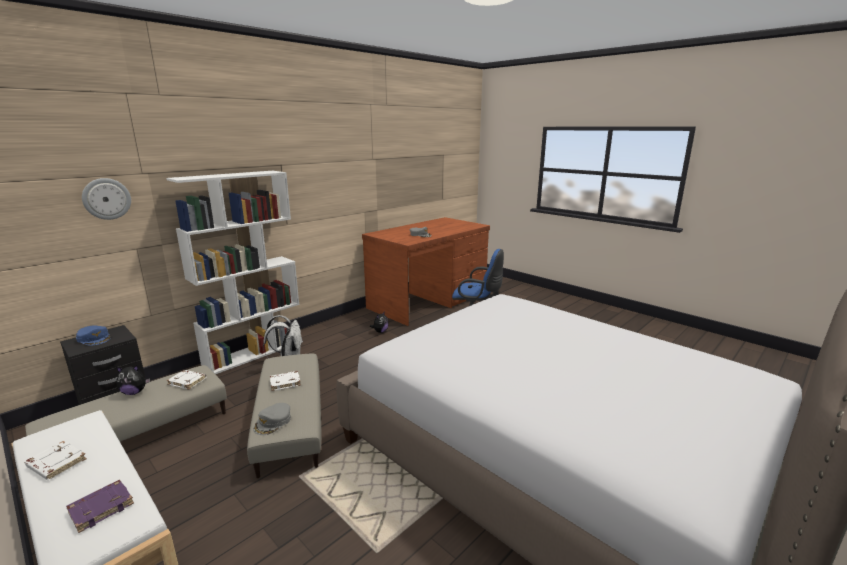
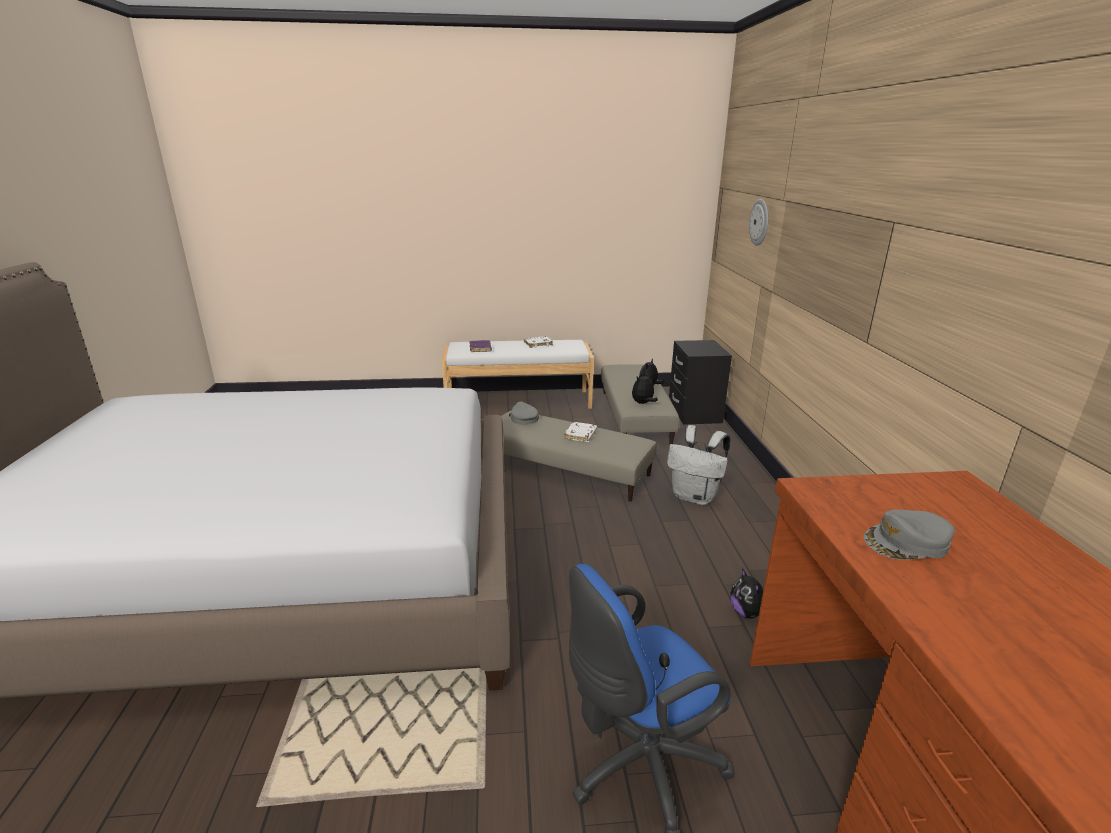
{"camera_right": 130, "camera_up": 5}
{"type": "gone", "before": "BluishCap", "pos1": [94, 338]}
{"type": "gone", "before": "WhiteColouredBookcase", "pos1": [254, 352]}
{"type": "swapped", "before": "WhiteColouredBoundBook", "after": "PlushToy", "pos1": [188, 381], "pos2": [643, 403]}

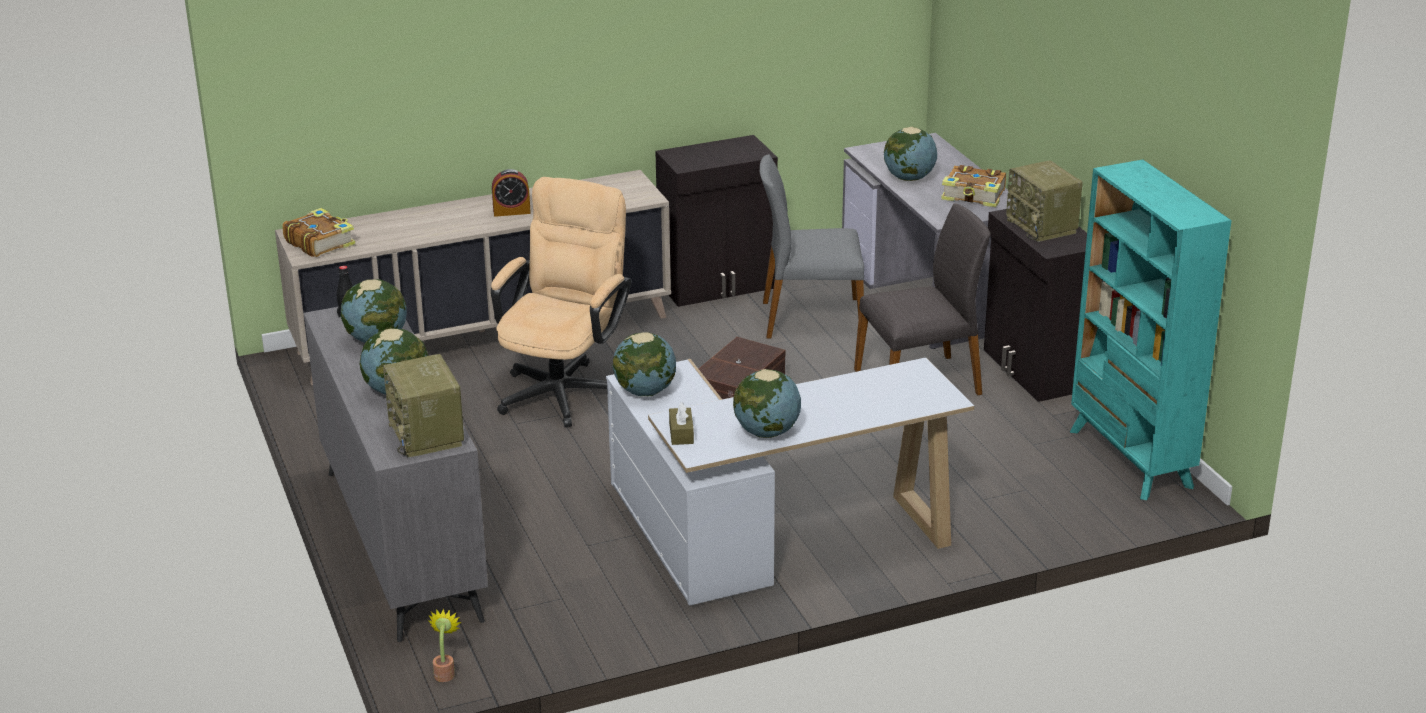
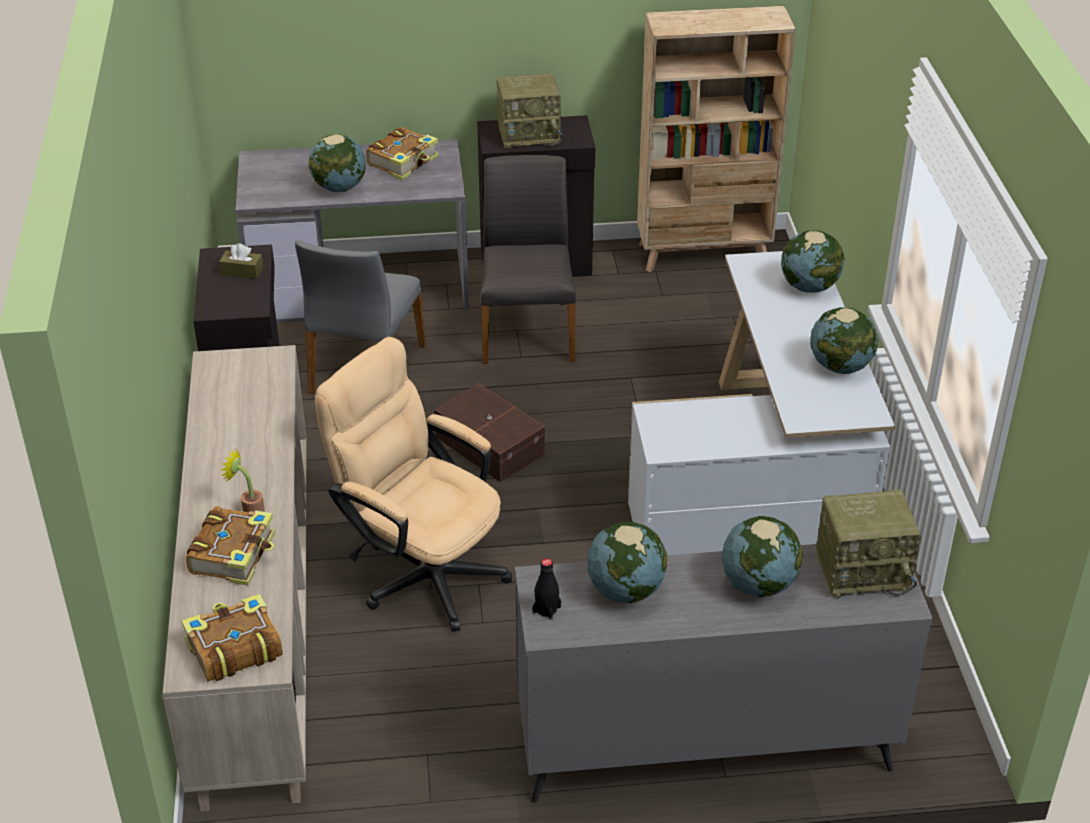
{"camera_right": -75, "camera_up": 10}
{"type": "gone", "before": "TableClock", "pos1": [511, 211]}
{"type": "new", "after": "BoundBook", "pos2": [234, 554]}
{"type": "shifted", "before": "PlantInAPot", "pos1": [445, 672], "pos2": [249, 510]}
{"type": "shifted", "before": "Globe", "pos1": [645, 392], "pos2": [809, 287]}
{"type": "shifted", "before": "BrownColouredTissueHolder", "pos1": [681, 433], "pos2": [242, 271]}
{"type": "repainted", "before": "TurquoiseColouredBookcase", "after": "BeigeColouredBookcase", "pos1": [1130, 459], "pos2": [704, 254]}

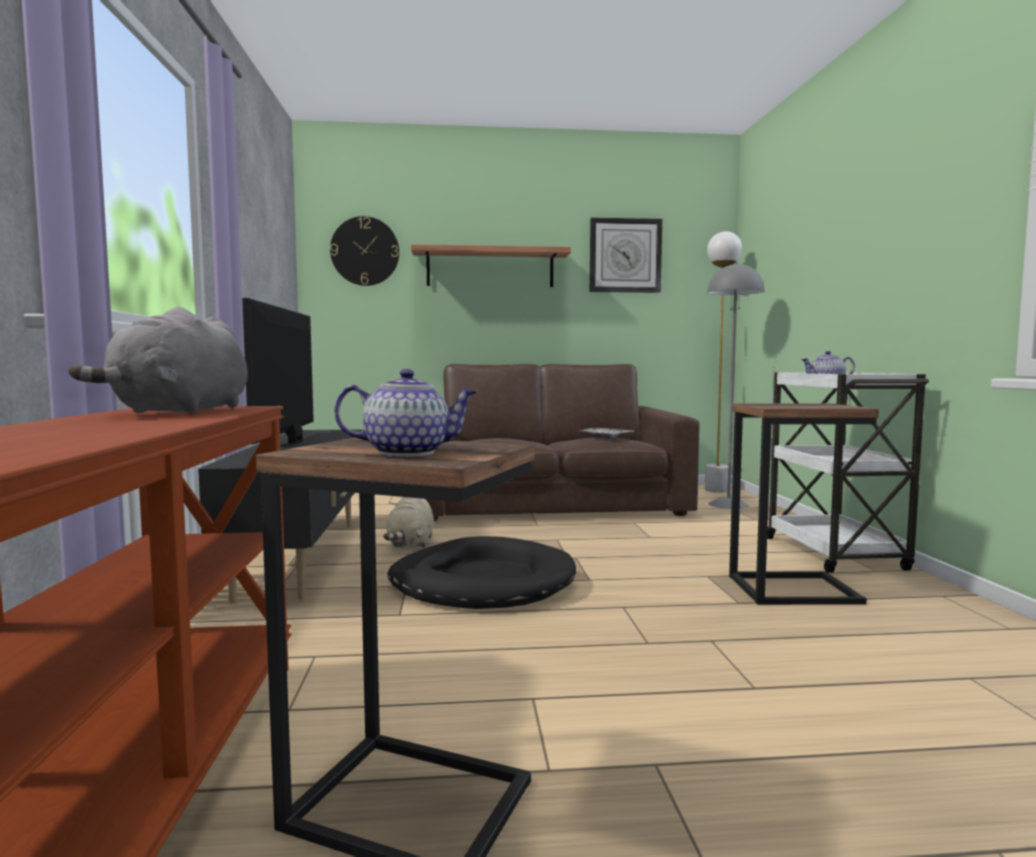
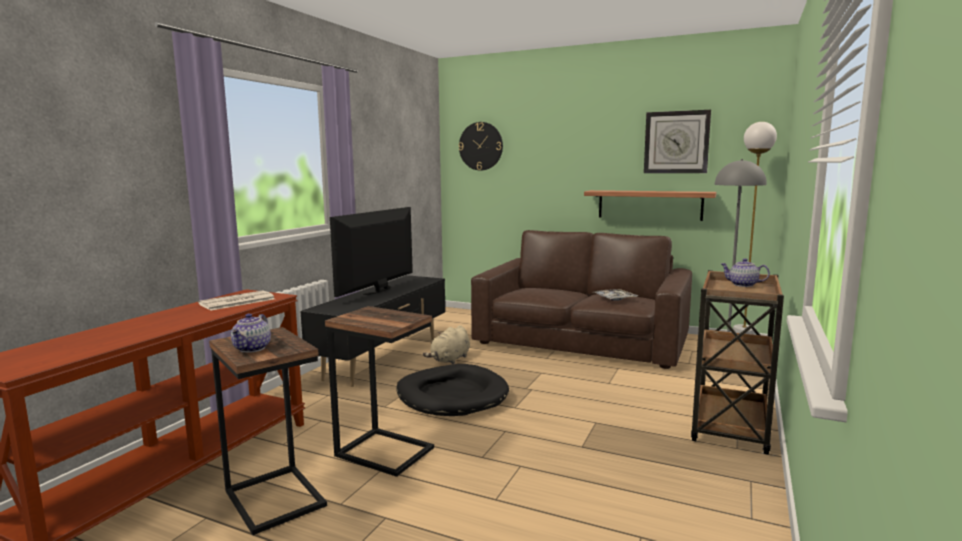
{"camera_right": 30, "camera_up": 5}
{"type": "shifted", "before": "Shelf", "pos1": [490, 268], "pos2": [649, 205]}
{"type": "shifted", "before": "AccentTable", "pos1": [791, 589], "pos2": [385, 451]}
{"type": "swapped", "before": "GreyPlushToy", "after": "PrintedPaper", "pos1": [181, 412], "pos2": [236, 302]}
{"type": "repainted", "before": "WhiteColouredCart", "after": "BrownColouredCart", "pos1": [835, 554], "pos2": [730, 427]}
{"type": "rotated", "before": "Teapot", "pos1": [408, 452], "pos2": [252, 349], "turn": 75}

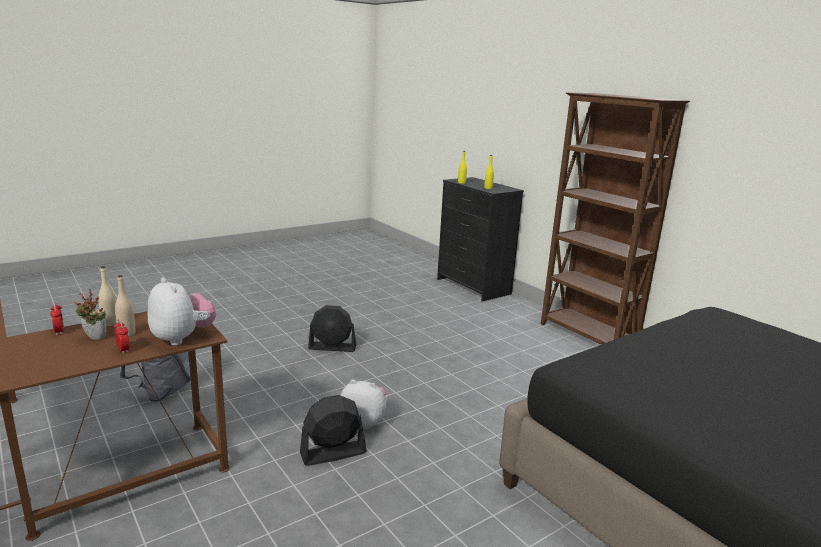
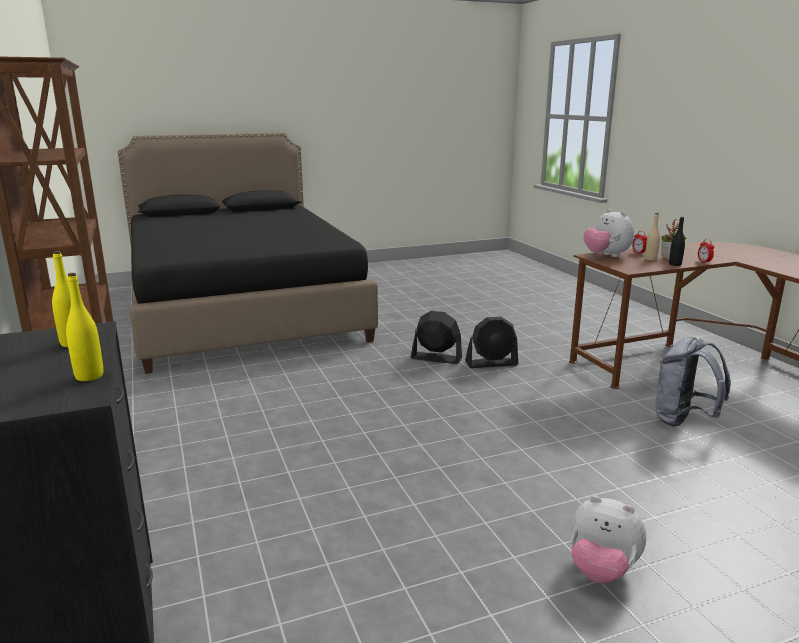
{"camera_right": -165, "camera_up": 0}
{"type": "shifted", "before": "BlackColouredCoolingFan", "pos1": [332, 347], "pos2": [436, 358]}
{"type": "shifted", "before": "PlushToy", "pos1": [364, 421], "pos2": [601, 571]}
{"type": "repainted", "before": "BeigeColouredDrinkBottle", "after": "BlackColouredDrinkBottle", "pos1": [110, 323], "pos2": [675, 264]}

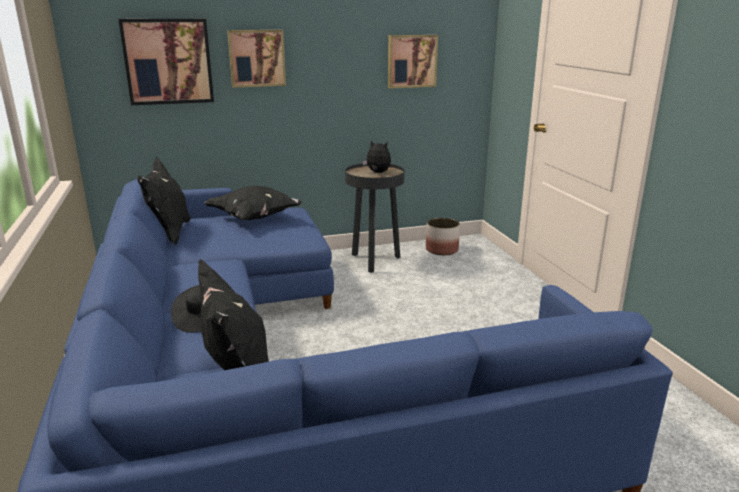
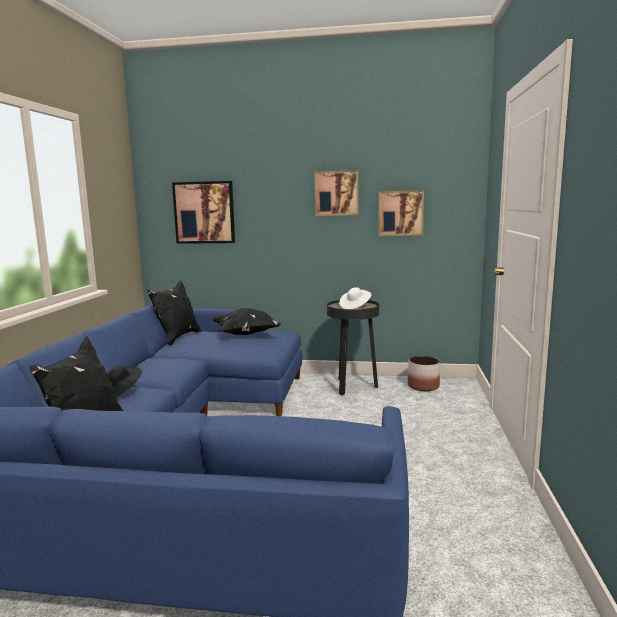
{"camera_right": 25, "camera_up": -10}
{"type": "shifted", "before": "WallArt", "pos1": [257, 58], "pos2": [336, 193]}
{"type": "swapped", "before": "PlushToy", "after": "WhiteColouredClothingHat", "pos1": [377, 173], "pos2": [355, 306]}

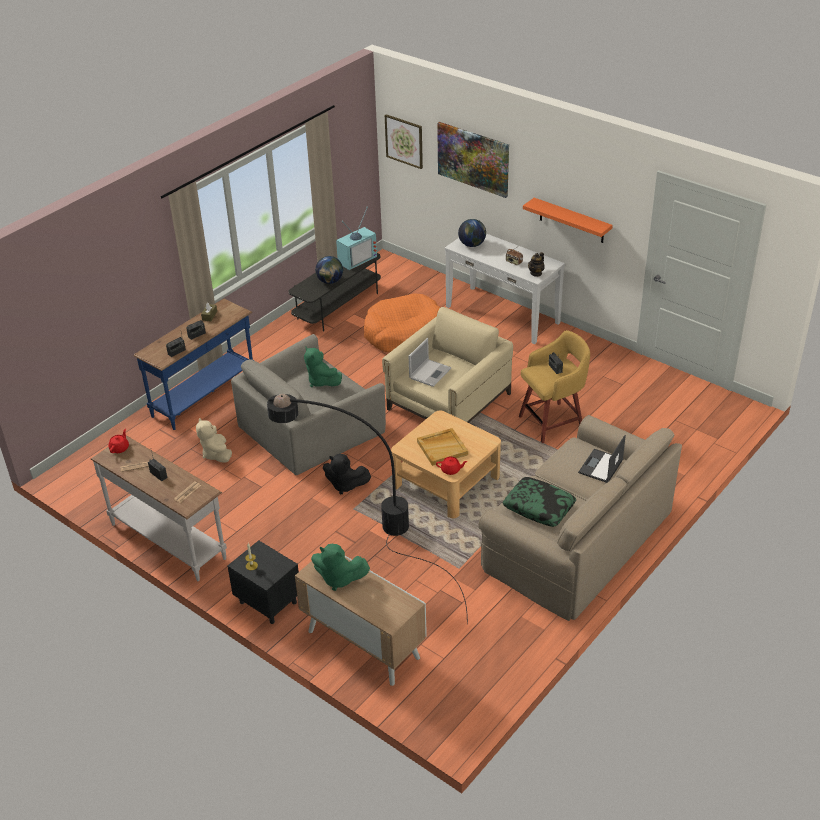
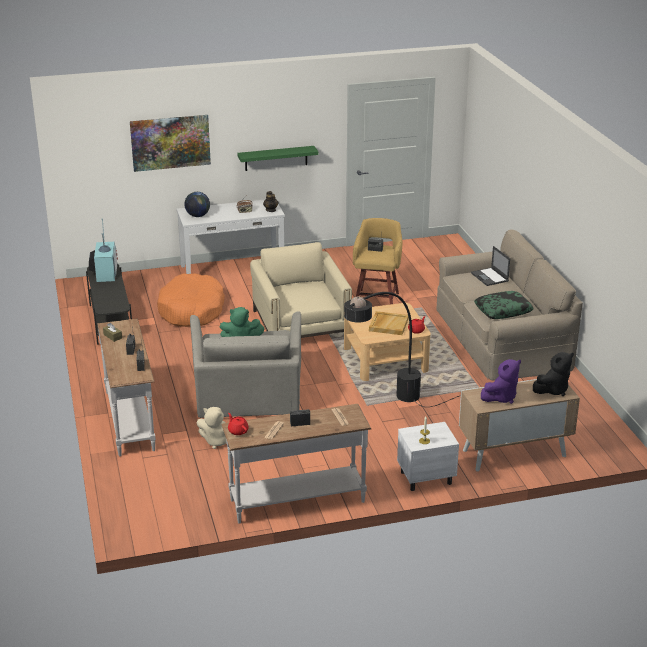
{"camera_right": -55, "camera_up": -10}
{"type": "gone", "before": "Globe", "pos1": [330, 281]}
{"type": "gone", "before": "WallArt", "pos1": [404, 141]}
{"type": "gone", "before": "NotebookComputer", "pos1": [430, 373]}
{"type": "shifted", "before": "BlackColouredPlushToy", "pos1": [345, 485], "pos2": [552, 390]}
{"type": "repainted", "before": "BluishConsoleTable", "after": "WhiteColouredConsoleTable", "pos1": [205, 395], "pos2": [131, 420]}
{"type": "repainted", "before": "BlackColouredNightTable", "after": "WhiteColouredNightTable", "pos1": [267, 602], "pos2": [425, 478]}
{"type": "repainted", "before": "GreenPlushToy", "after": "PurplishPlushToy", "pos1": [339, 578], "pos2": [501, 397]}
{"type": "repainted", "before": "OrangeyShelf", "after": "GreenShelf", "pos1": [571, 221], "pos2": [276, 158]}

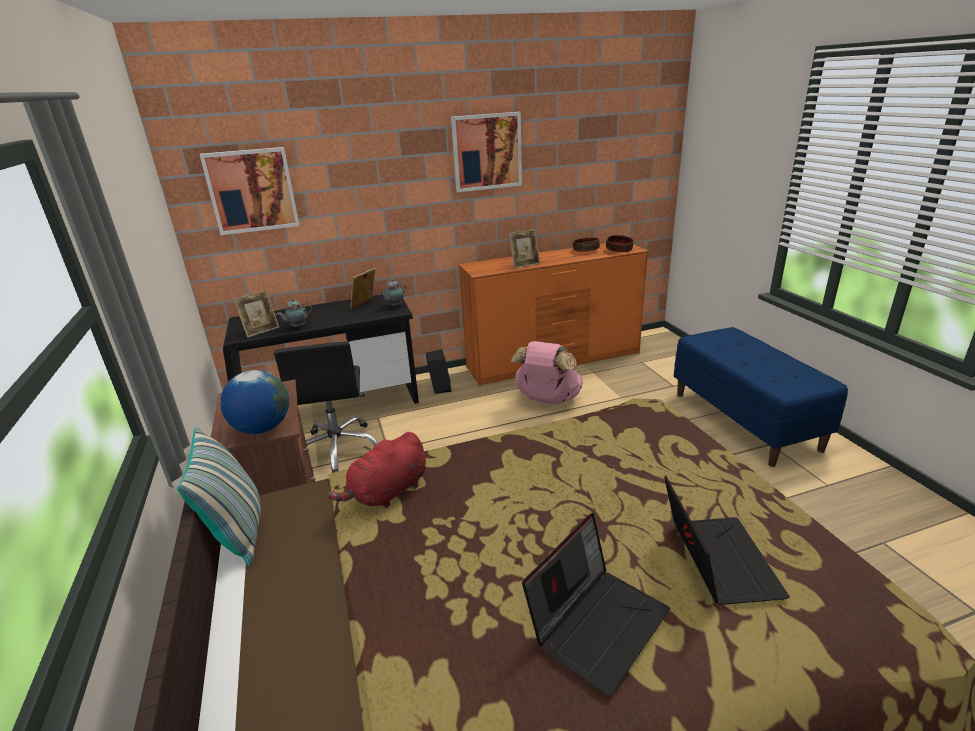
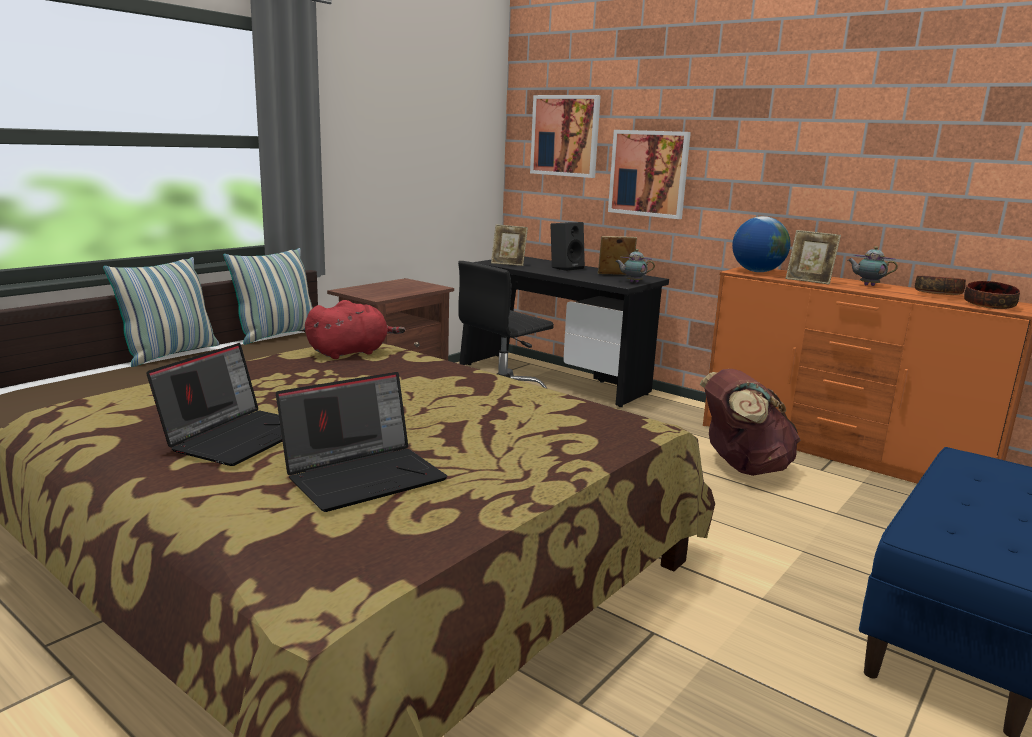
{"camera_right": 55, "camera_up": -10}
{"type": "new", "after": "ThrowPillow", "pos2": [170, 354]}
{"type": "shifted", "before": "Globe", "pos1": [262, 428], "pos2": [757, 271]}
{"type": "shifted", "before": "Teapot", "pos1": [297, 327], "pos2": [867, 285]}
{"type": "shifted", "before": "BlackColouredSpeaker", "pos1": [439, 388], "pos2": [566, 268]}
{"type": "shifted", "before": "WallArt", "pos1": [487, 152], "pos2": [648, 173]}
{"type": "repainted", "before": "PinkishRucksack", "after": "BrownColouredRucksack", "pos1": [547, 399], "pos2": [742, 467]}
{"type": "rotated", "before": "ReddishPlushToy", "pos1": [387, 493], "pos2": [351, 352], "turn": 135}
{"type": "rotated", "before": "NotebookComputer", "pos1": [597, 622], "pos2": [238, 436], "turn": -75}

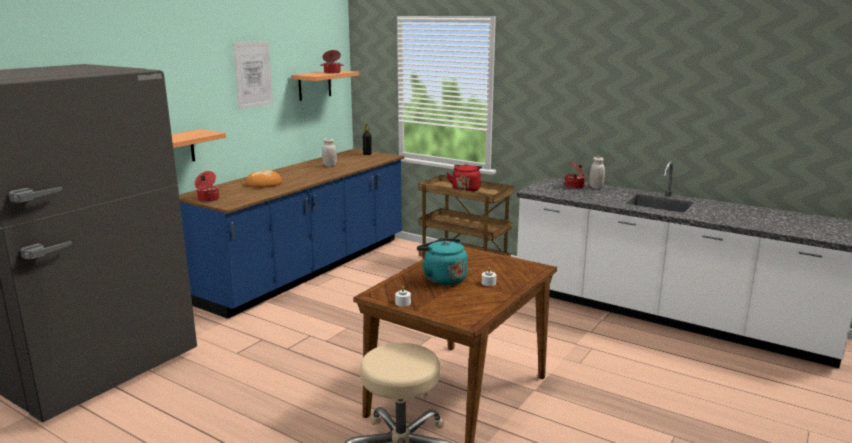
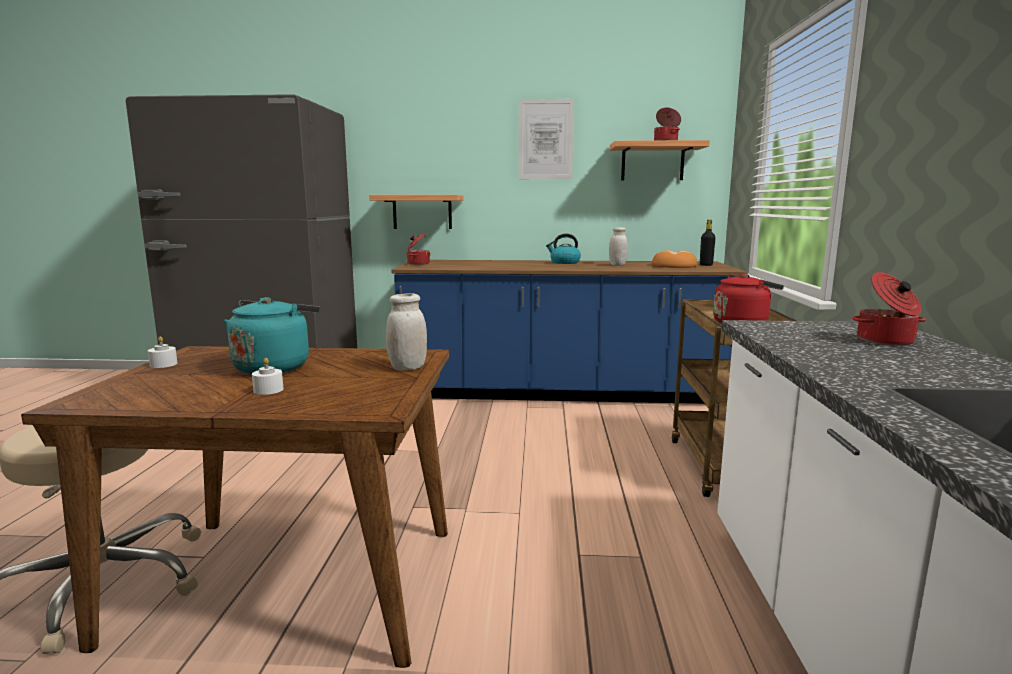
{"camera_right": 60, "camera_up": -5}
{"type": "new", "after": "Kettle", "pos2": [564, 262]}
{"type": "shifted", "before": "BakeryBread", "pos1": [263, 184], "pos2": [673, 266]}
{"type": "shifted", "before": "WhiteColouredJar", "pos1": [596, 187], "pos2": [408, 367]}

